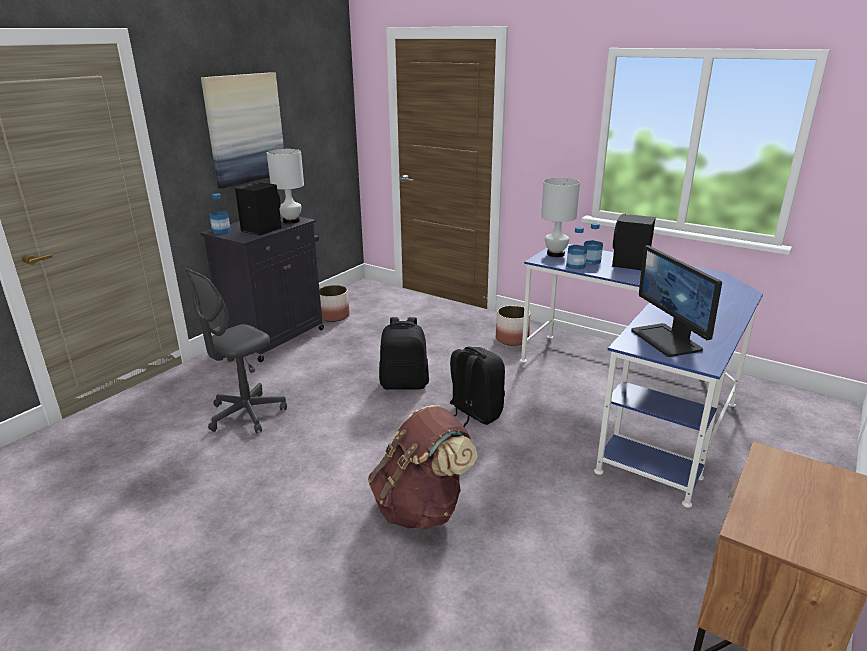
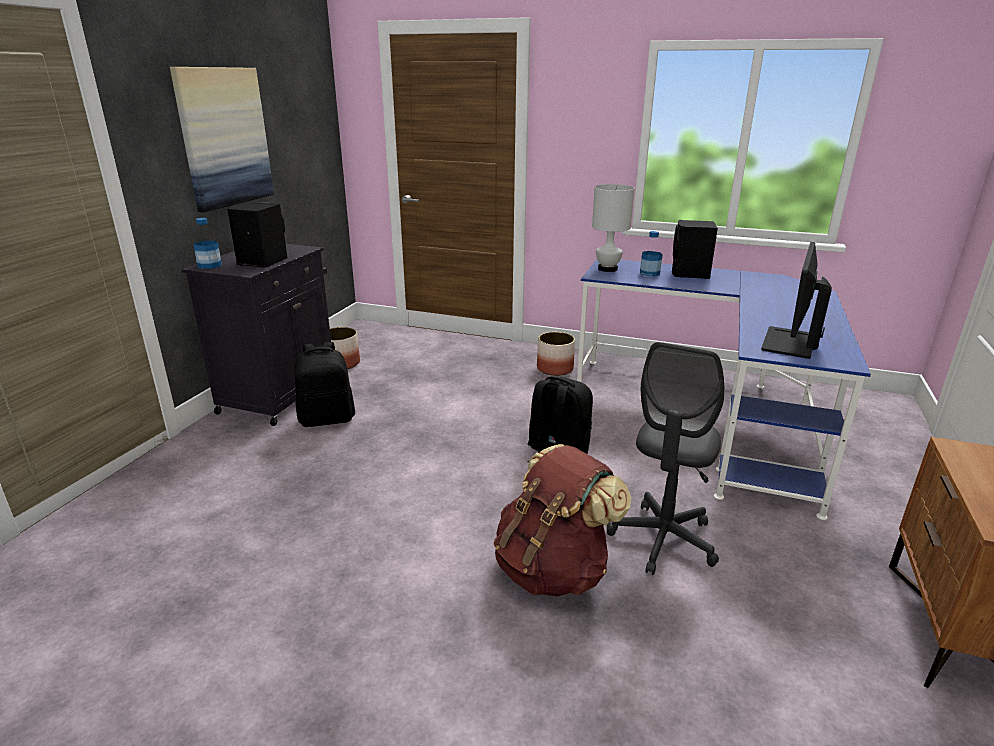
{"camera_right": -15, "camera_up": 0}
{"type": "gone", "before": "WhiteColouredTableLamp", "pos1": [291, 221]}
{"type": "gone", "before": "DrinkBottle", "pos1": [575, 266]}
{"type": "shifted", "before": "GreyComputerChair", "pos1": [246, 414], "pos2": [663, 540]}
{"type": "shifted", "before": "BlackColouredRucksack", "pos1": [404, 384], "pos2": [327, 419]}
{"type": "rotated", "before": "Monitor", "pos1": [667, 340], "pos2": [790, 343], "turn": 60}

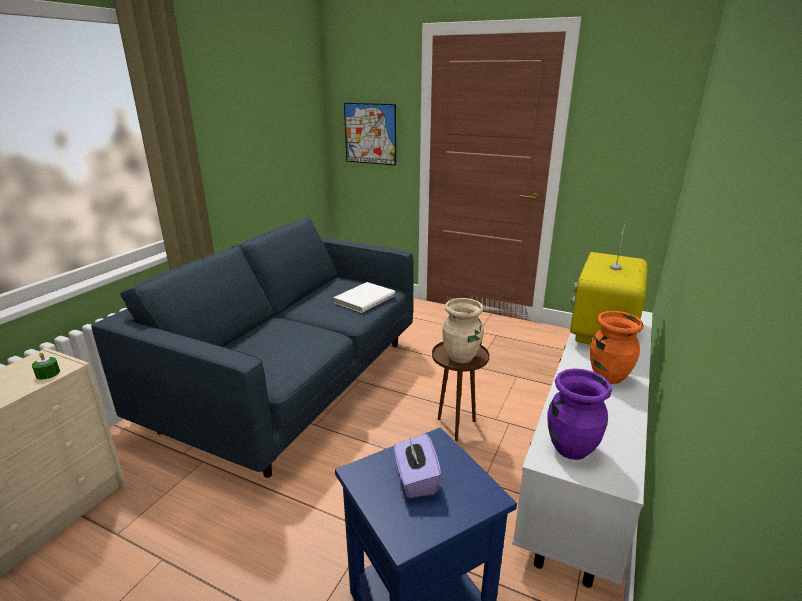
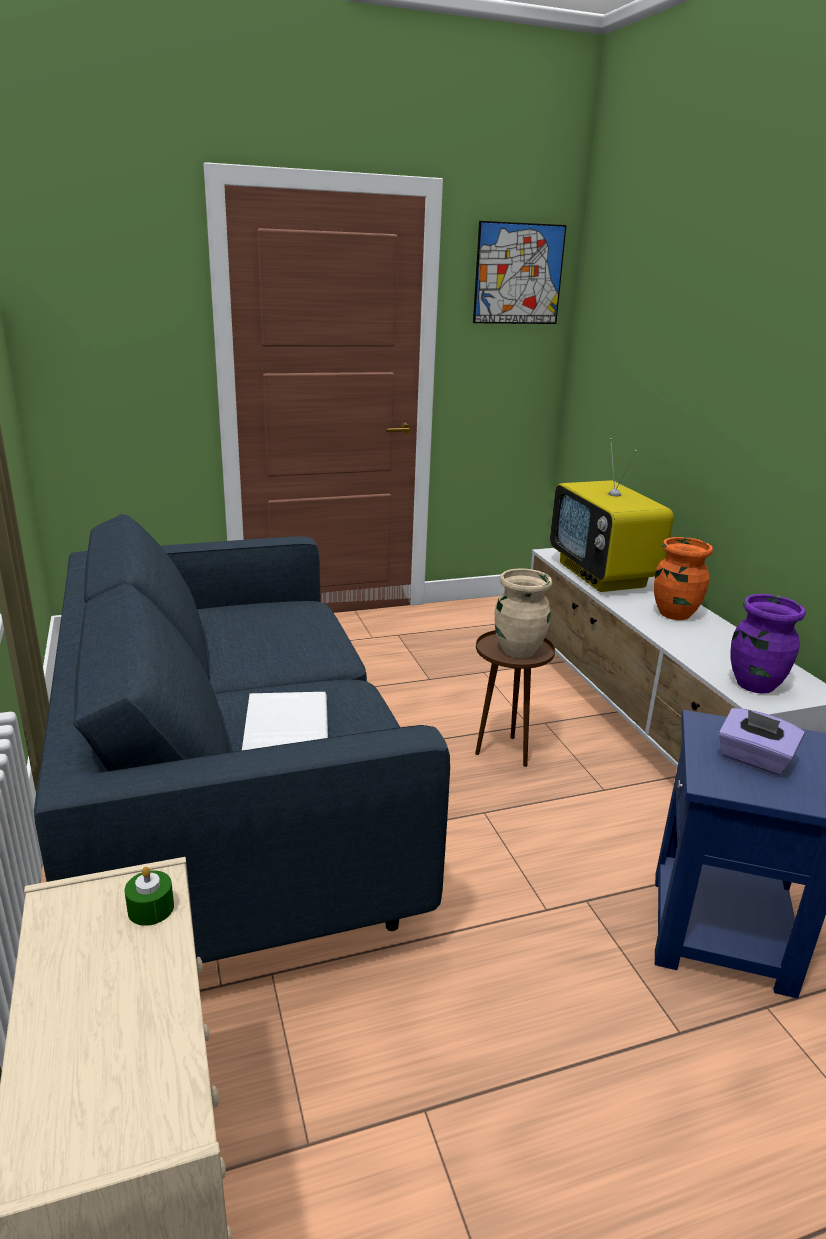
{"camera_right": -45, "camera_up": 0}
{"type": "shifted", "before": "WhiteColouredBoundBook", "pos1": [363, 299], "pos2": [284, 730]}
{"type": "shifted", "before": "WallArt", "pos1": [370, 134], "pos2": [518, 274]}

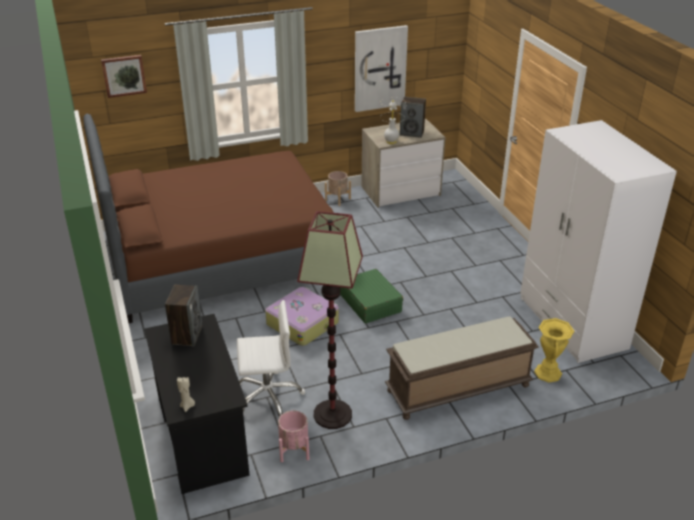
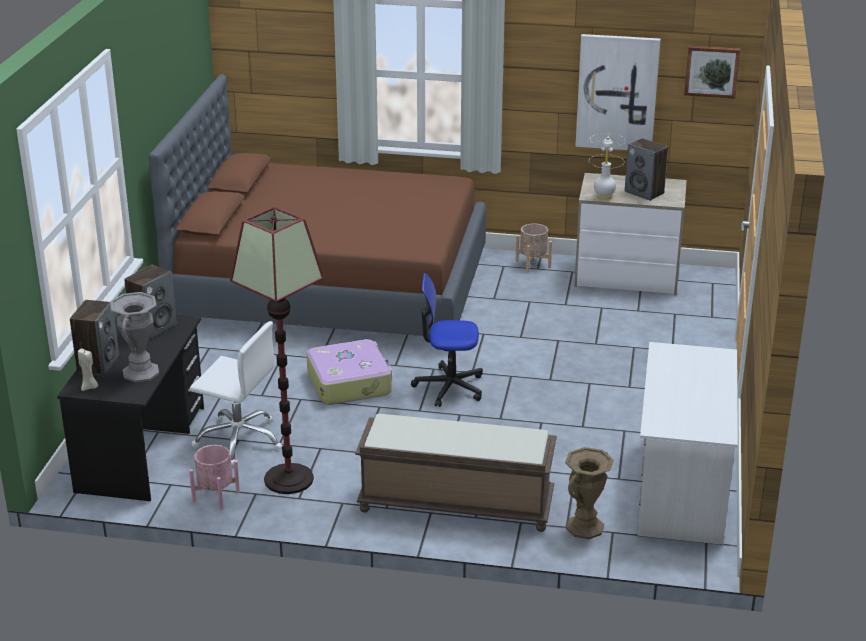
{"camera_right": 30, "camera_up": -5}
{"type": "new", "after": "Speaker", "pos2": [98, 364]}
{"type": "new", "after": "GreyVase", "pos2": [140, 372]}
{"type": "shifted", "before": "WallArt", "pos1": [124, 75], "pos2": [712, 71]}
{"type": "swapped", "before": "GreenSuitcase", "after": "ComputerChair", "pos1": [370, 303], "pos2": [449, 387]}
{"type": "swapped", "before": "WhiteColouredArmoire", "after": "WhiteColouredDesk", "pos1": [572, 323], "pos2": [682, 488]}
{"type": "repainted", "before": "YellowishVase", "after": "BrownColouredVase", "pos1": [548, 373], "pos2": [585, 527]}

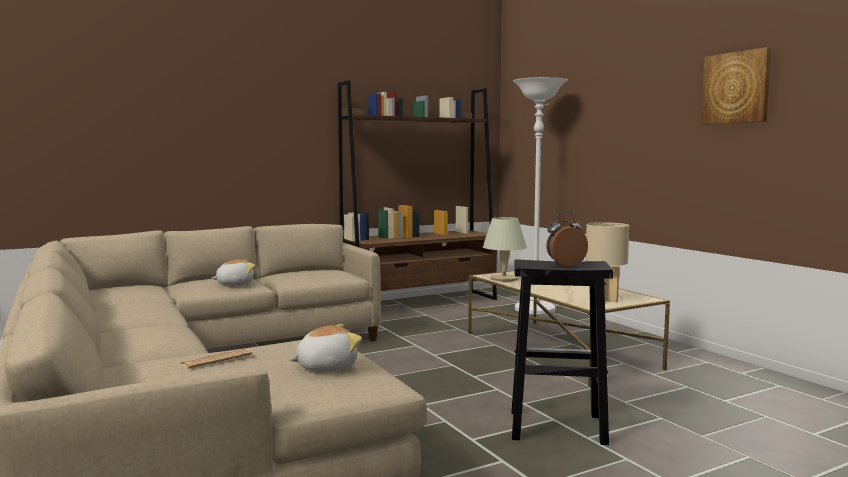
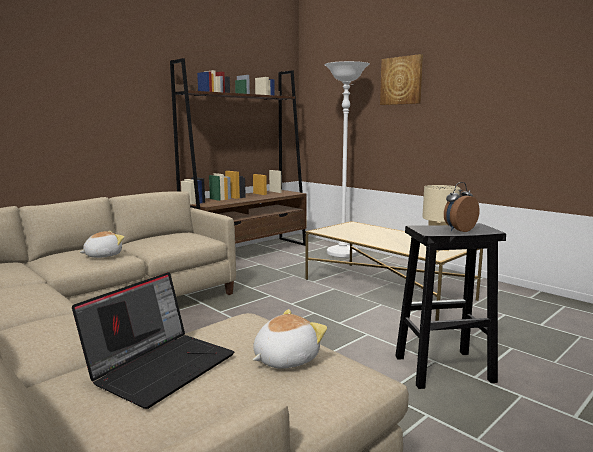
{"camera_right": -15, "camera_up": 5}
{"type": "gone", "before": "BeigeColouredTableLamp", "pos1": [504, 278]}
{"type": "shifted", "before": "WallArt", "pos1": [736, 88], "pos2": [401, 81]}
{"type": "swapped", "before": "PrintedPaper", "after": "NotebookComputer", "pos1": [216, 360], "pos2": [161, 366]}

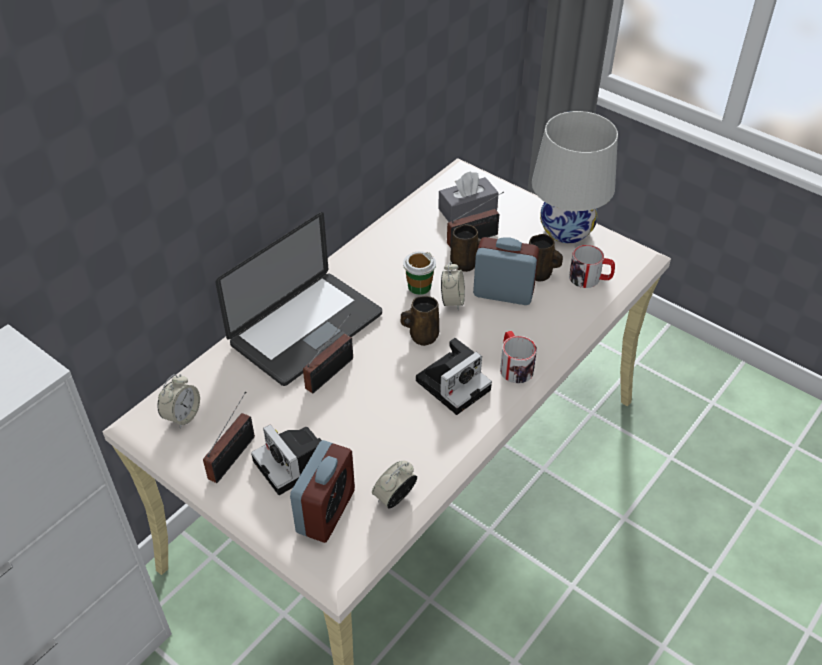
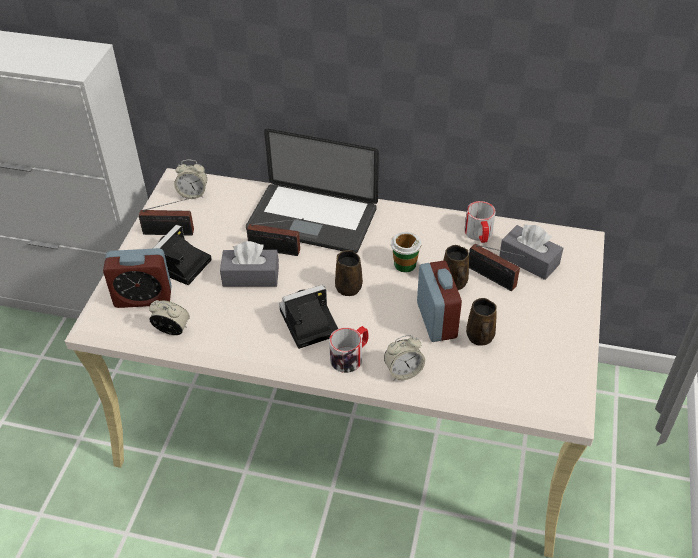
{"camera_right": 65, "camera_up": 0}
{"type": "gone", "before": "WhiteColouredTableLamp", "pos1": [566, 230]}
{"type": "new", "after": "GreyTissueHolder", "pos2": [251, 276]}
{"type": "shifted", "before": "TableClock", "pos1": [452, 301], "pos2": [403, 371]}
{"type": "shifted", "before": "TeaMug", "pos1": [590, 278], "pos2": [479, 235]}
{"type": "rotated", "before": "StillCamera", "pos1": [454, 383], "pos2": [307, 324], "turn": 135}

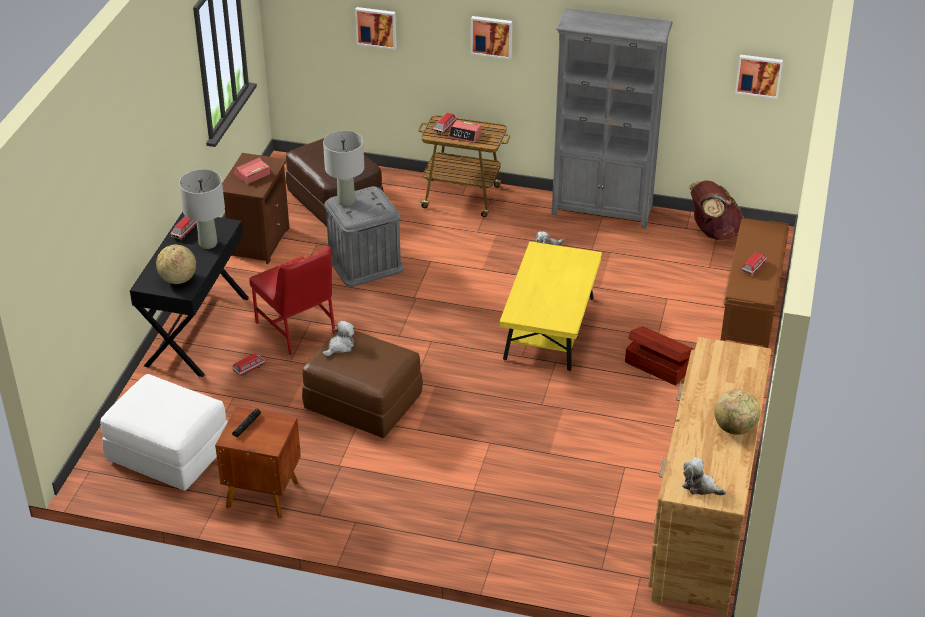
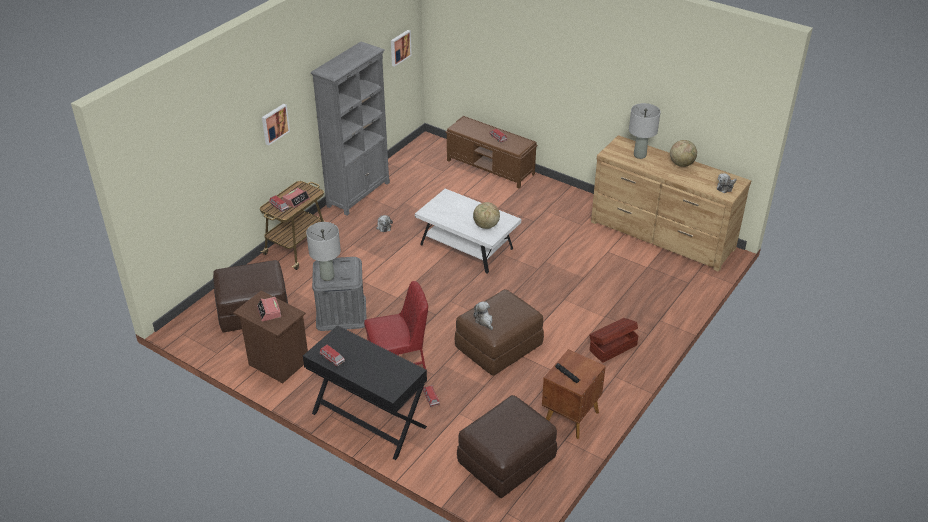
{"camera_right": -70, "camera_up": 0}
{"type": "gone", "before": "WallArt", "pos1": [376, 27]}
{"type": "gone", "before": "BrownColouredRucksack", "pos1": [713, 232]}
{"type": "shifted", "before": "Globe", "pos1": [178, 279], "pos2": [486, 226]}
{"type": "shifted", "before": "GreyTableLamp", "pos1": [208, 243], "pos2": [639, 155]}
{"type": "shifted", "before": "BrownColouredStorageContainer", "pos1": [657, 366], "pos2": [612, 347]}
{"type": "repainted", "before": "WhiteColouredPouffe", "after": "BrownColouredPouffe", "pos1": [168, 453], "pos2": [506, 461]}
{"type": "repainted", "before": "YellowishLowTable", "after": "WhiteColouredLowTable", "pos1": [549, 329], "pos2": [467, 247]}

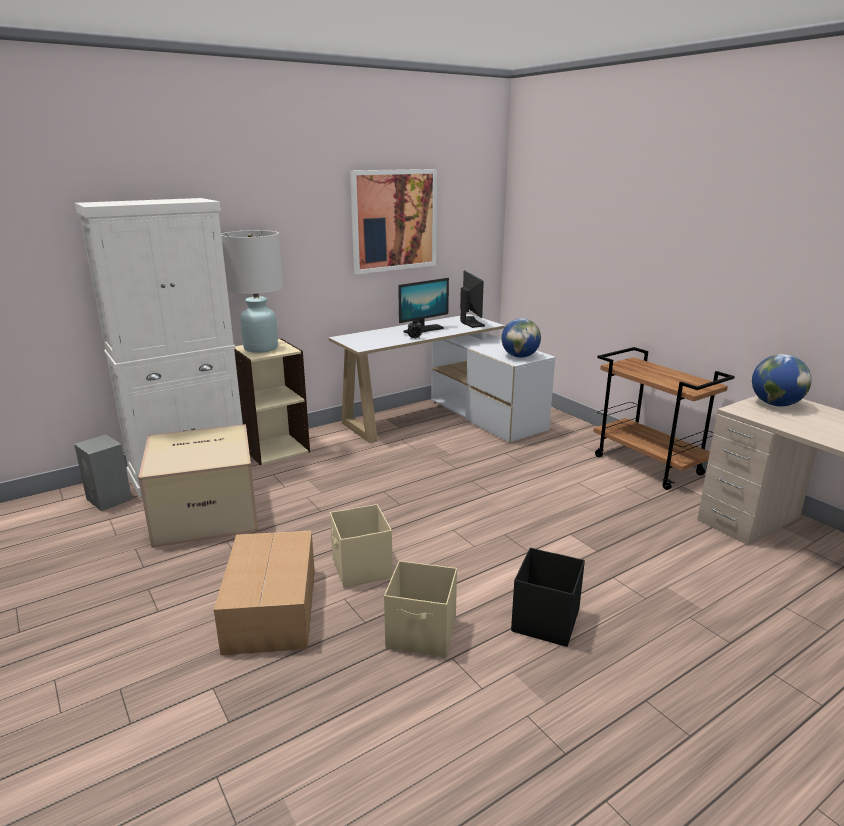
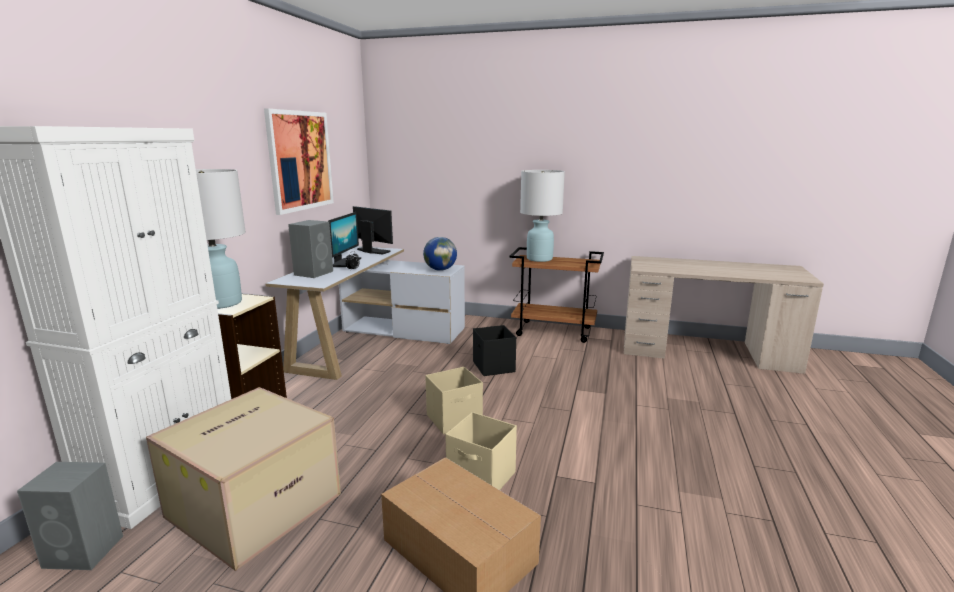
{"camera_right": -40, "camera_up": -5}
{"type": "gone", "before": "Globe", "pos1": [775, 404]}
{"type": "new", "after": "GreySpeaker", "pos2": [314, 273]}
{"type": "new", "after": "WhiteColouredTableLamp", "pos2": [539, 259]}
{"type": "shifted", "before": "BeigeColouredStorageContainer", "pos1": [422, 634], "pos2": [455, 419]}
{"type": "shifted", "before": "BlackColouredStorageContainer", "pos1": [544, 621], "pos2": [493, 367]}

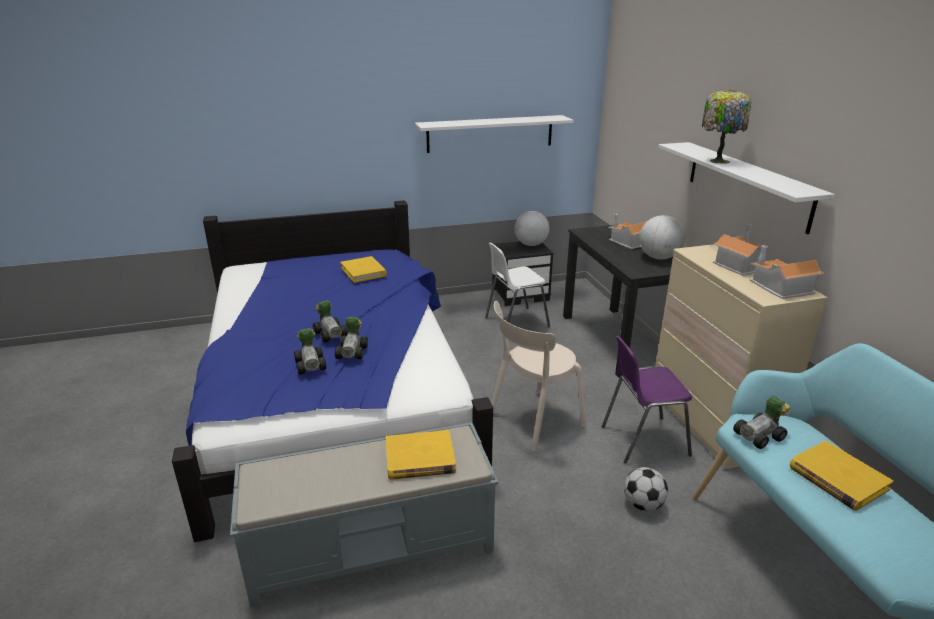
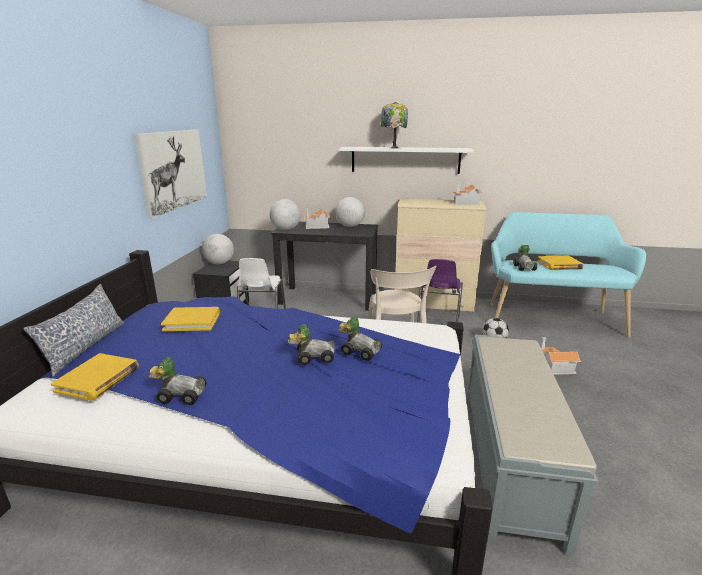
{"camera_right": -65, "camera_up": -5}
{"type": "new", "after": "ThrowPillow", "pos2": [85, 346]}
{"type": "new", "after": "Globe", "pos2": [285, 229]}
{"type": "shifted", "before": "MiniatureCar", "pos1": [311, 364], "pos2": [181, 395]}
{"type": "shifted", "before": "YellowishBoundBook", "pos1": [420, 458], "pos2": [98, 379]}
{"type": "shifted", "before": "ToyHouse", "pos1": [737, 264], "pos2": [553, 366]}
{"type": "swapped", "before": "WhiteColouredShelf", "after": "WallArt", "pos1": [490, 133], "pos2": [173, 170]}

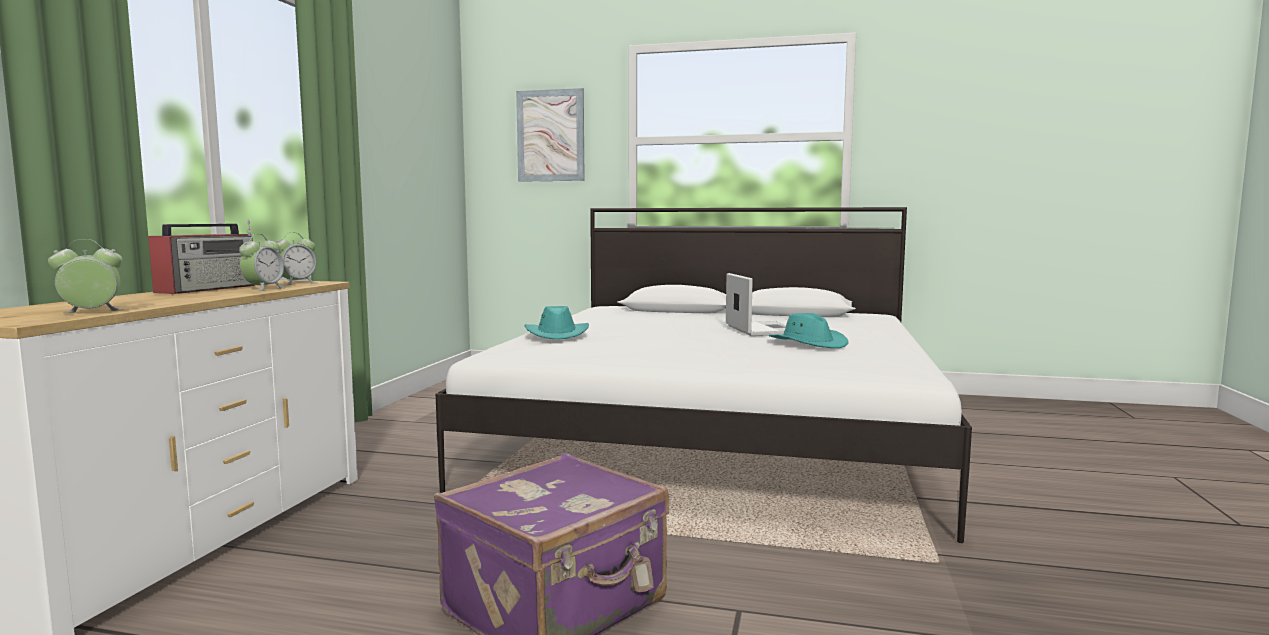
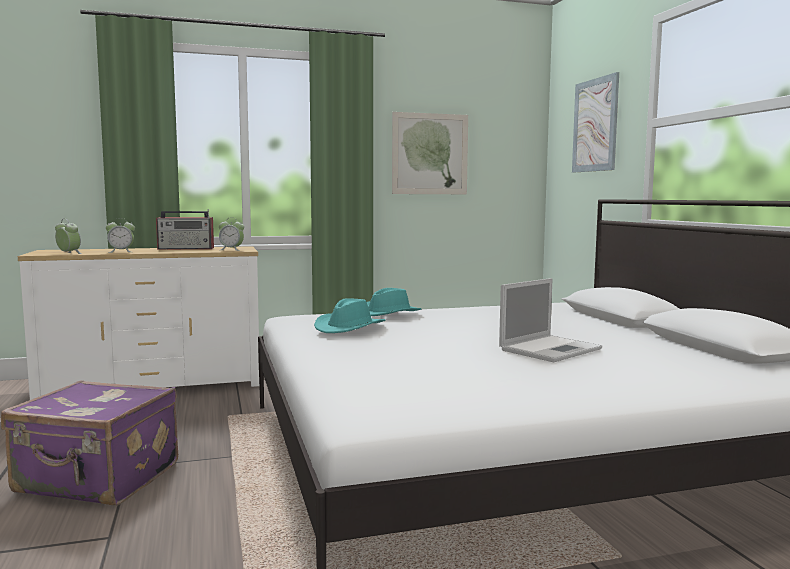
{"camera_right": 60, "camera_up": 0}
{"type": "new", "after": "WallArt", "pos2": [430, 154]}
{"type": "shifted", "before": "TableClock", "pos1": [264, 289], "pos2": [121, 251]}
{"type": "shifted", "before": "TurquoiseColouredClothingHat", "pos1": [808, 343], "pos2": [349, 327]}

